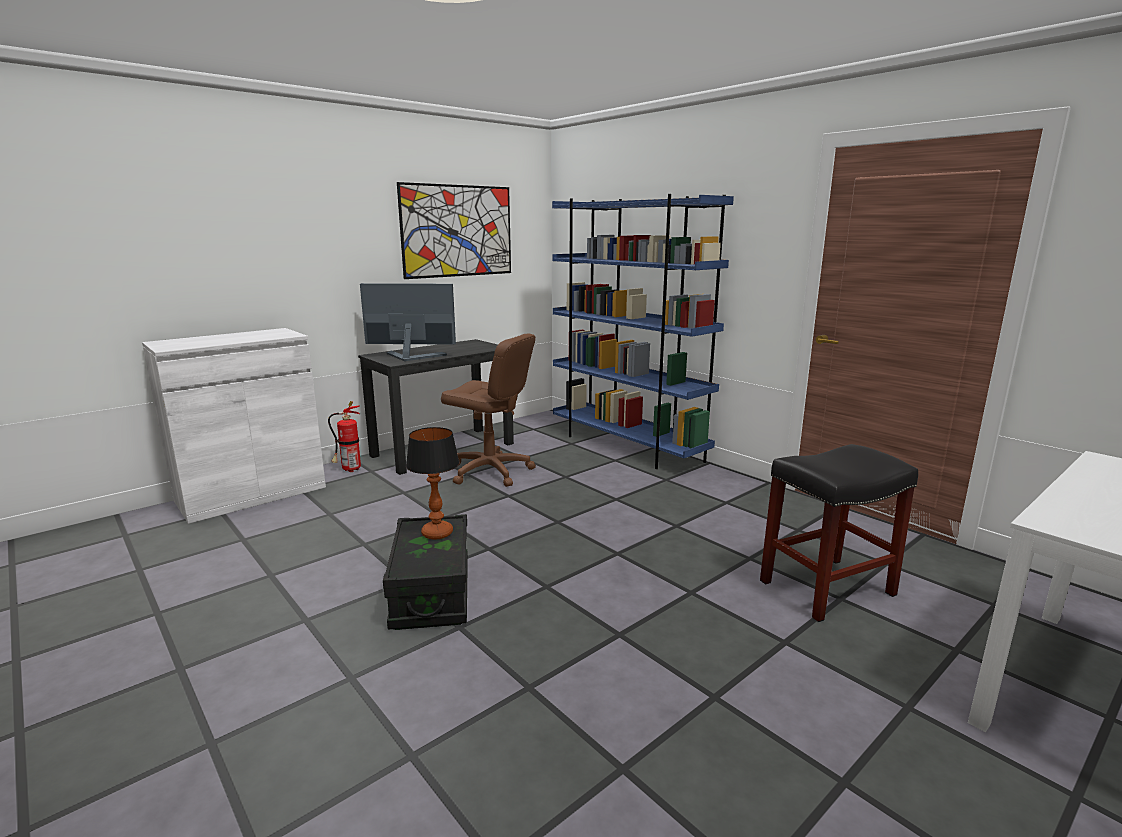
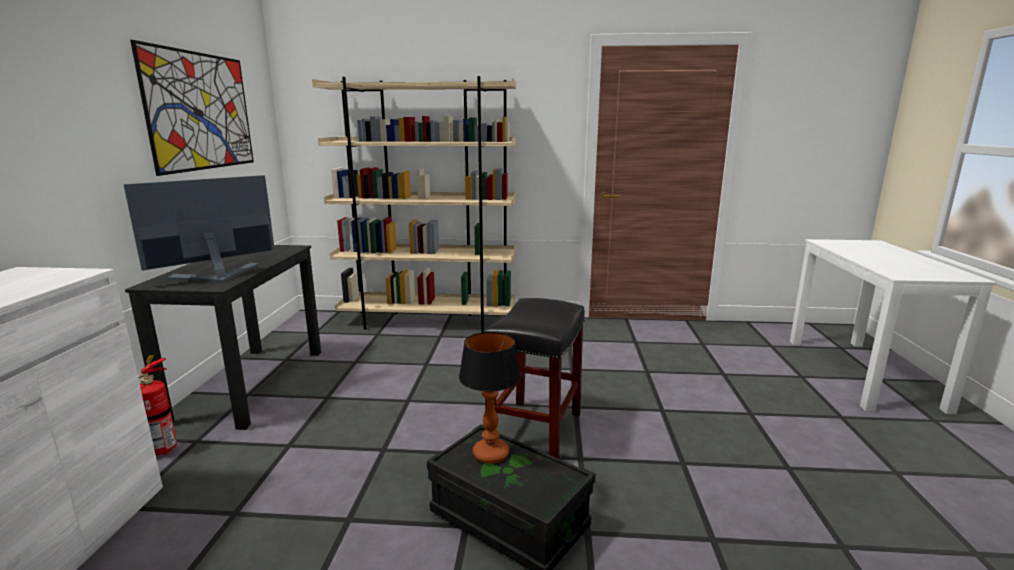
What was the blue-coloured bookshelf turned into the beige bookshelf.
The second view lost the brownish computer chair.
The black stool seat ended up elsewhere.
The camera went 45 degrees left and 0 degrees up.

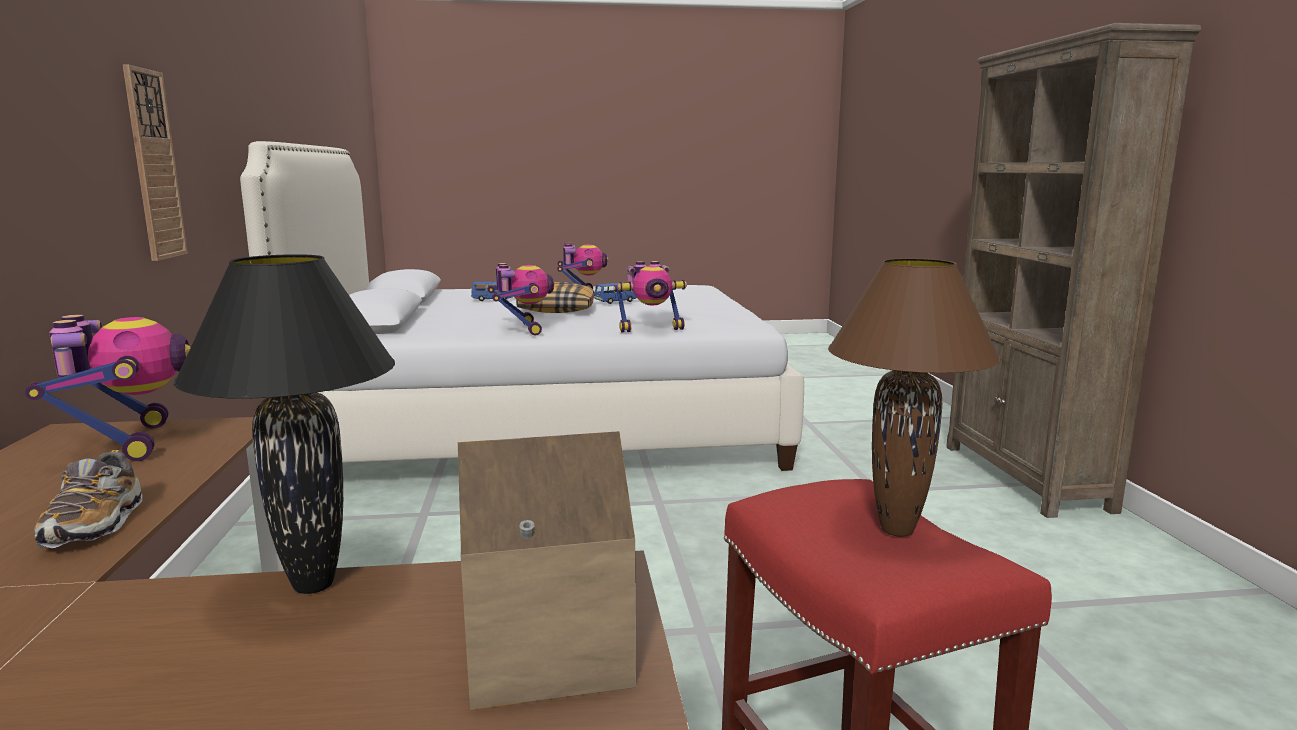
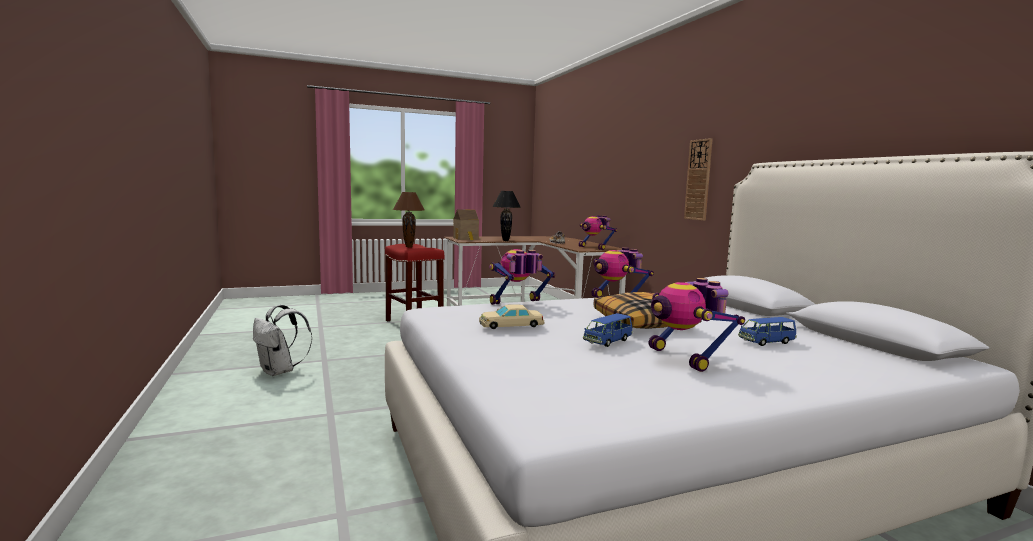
The second view lost the brownish bookshelf.
The second view gained the beige miniature car.
The second view gained the white knapsack.
The camera went 165 degrees right and 5 degrees down.

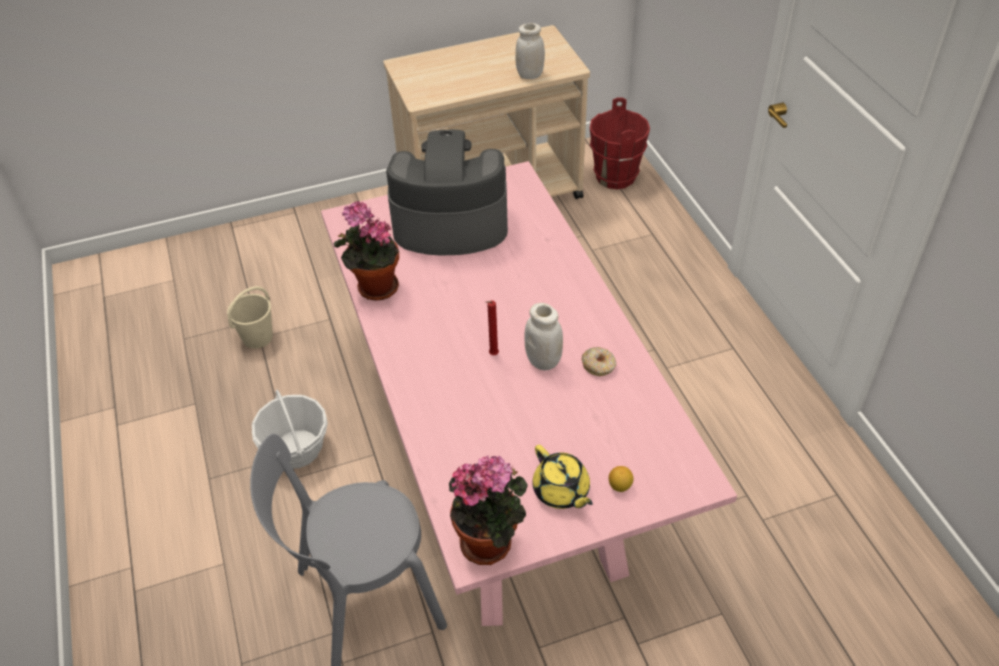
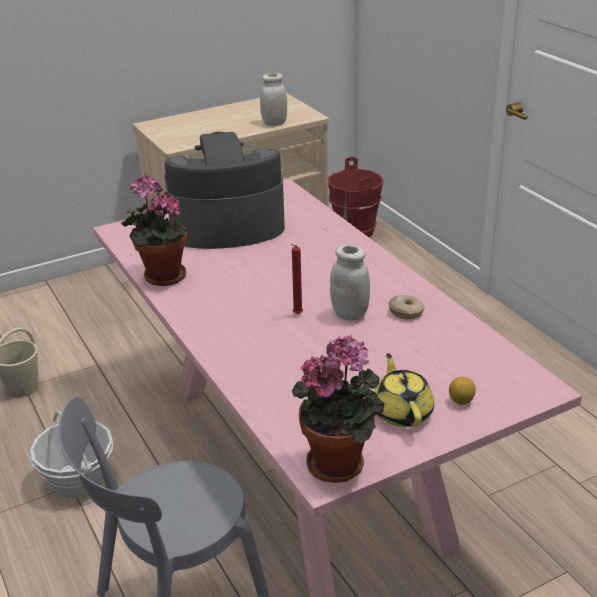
The yellowish pot for tea ended up facing another way, 150 degrees counterclockwise from before.
The camera went 10 degrees left and 15 degrees down.

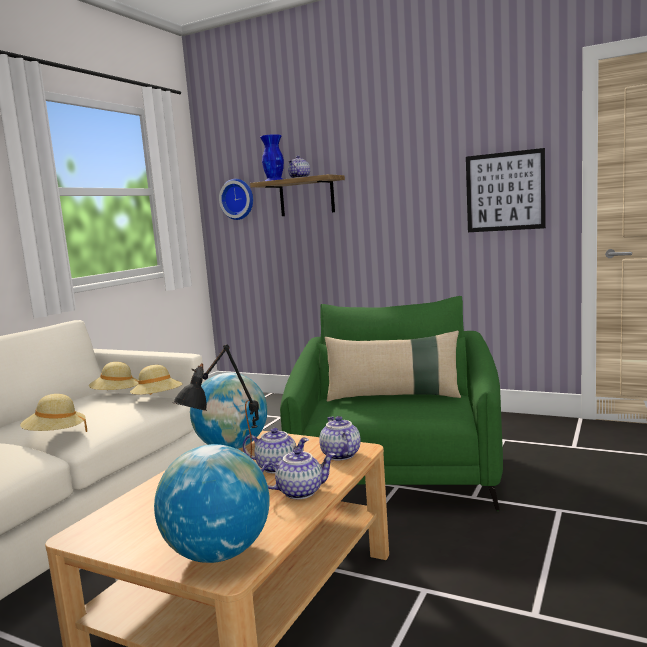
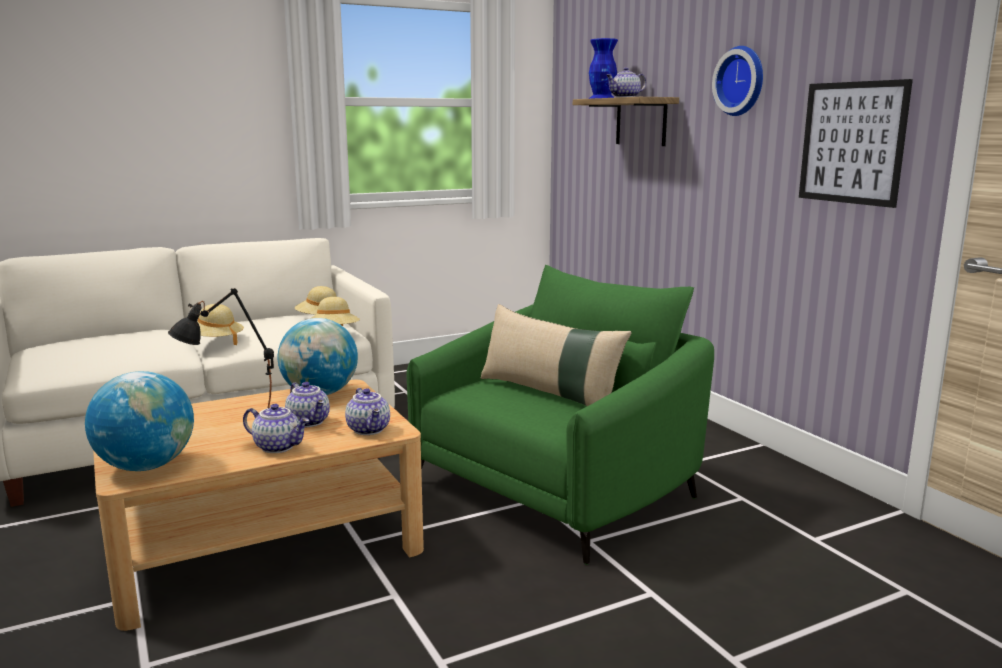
The hanging clock ended up elsewhere.
The pot for tea (4th from left in the first image) ended up facing another way, 135 degrees clockwise from before.
The camera went 35 degrees right and 5 degrees up.

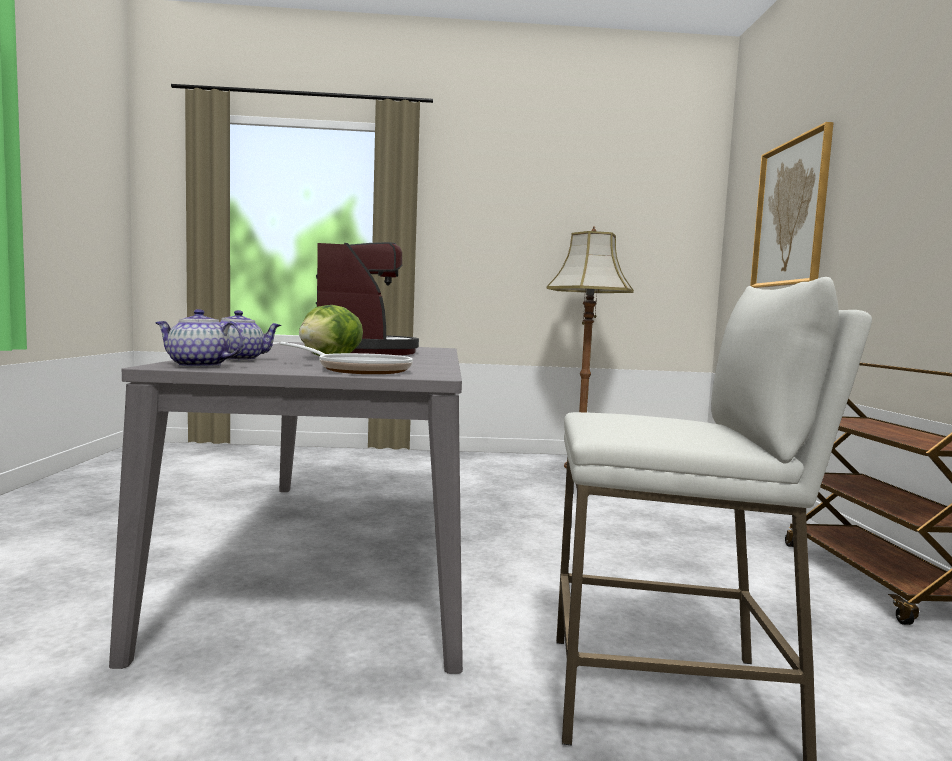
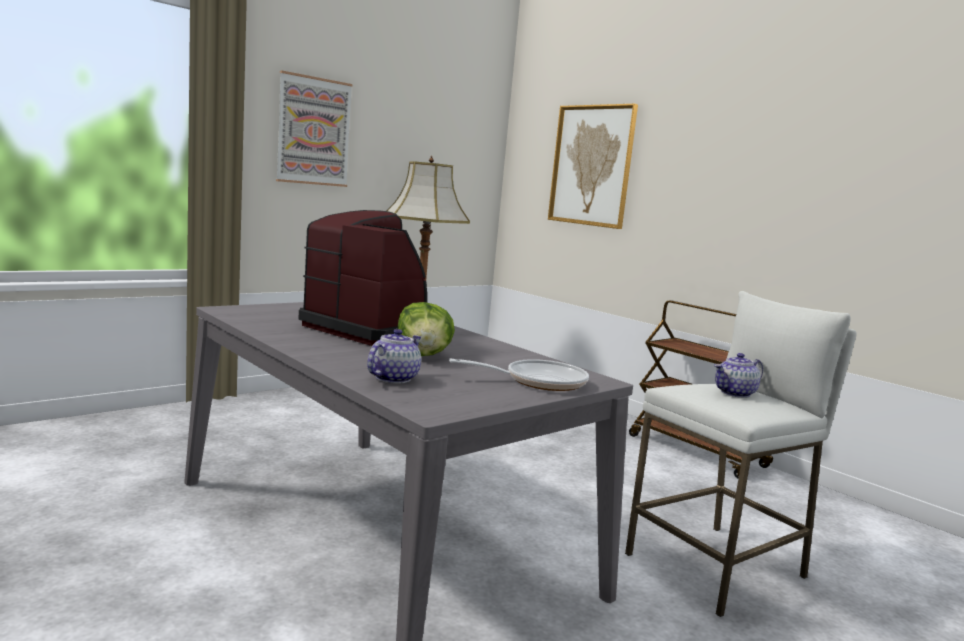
The pot for tea (1st from left in the first image) ended up elsewhere.
The second view gained the wall art (1st from left).
The camera went 40 degrees left and 5 degrees up.

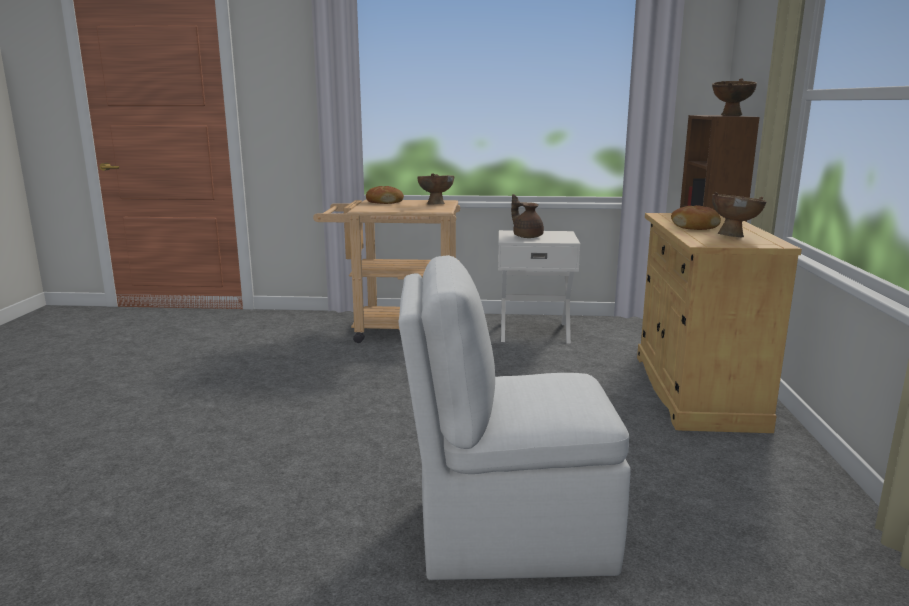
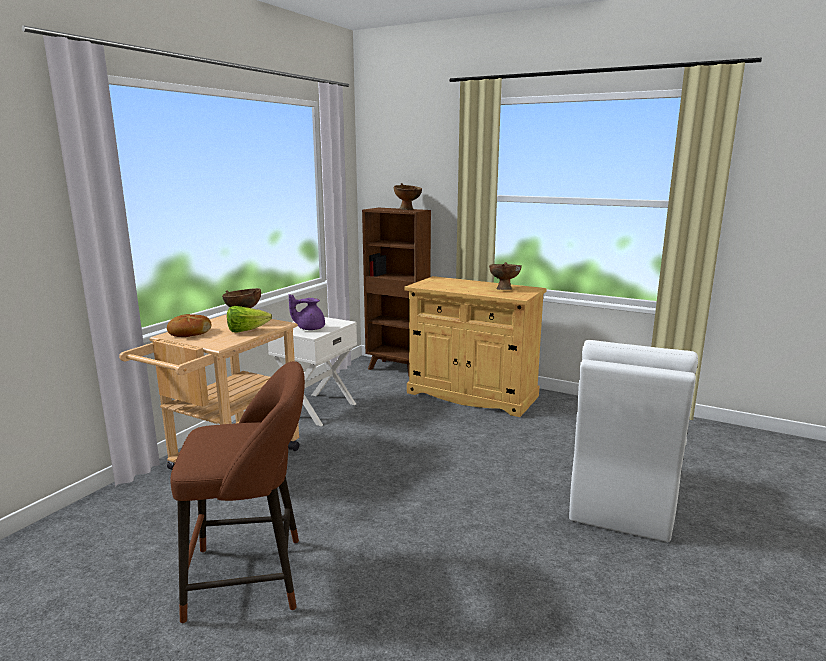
What was the brownish pot for tea turned into the purple-coloured pot for tea.
The second view lost the bread (2nd from left).
The second view gained the head of lettuce.
The second view gained the brownish stool seat.
The camera went 65 degrees left and 0 degrees up.

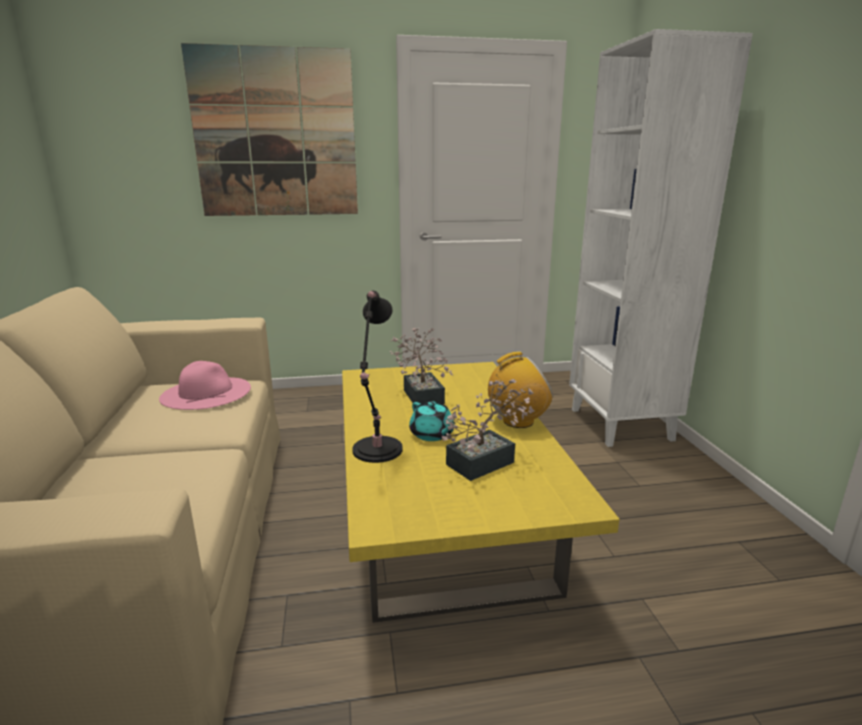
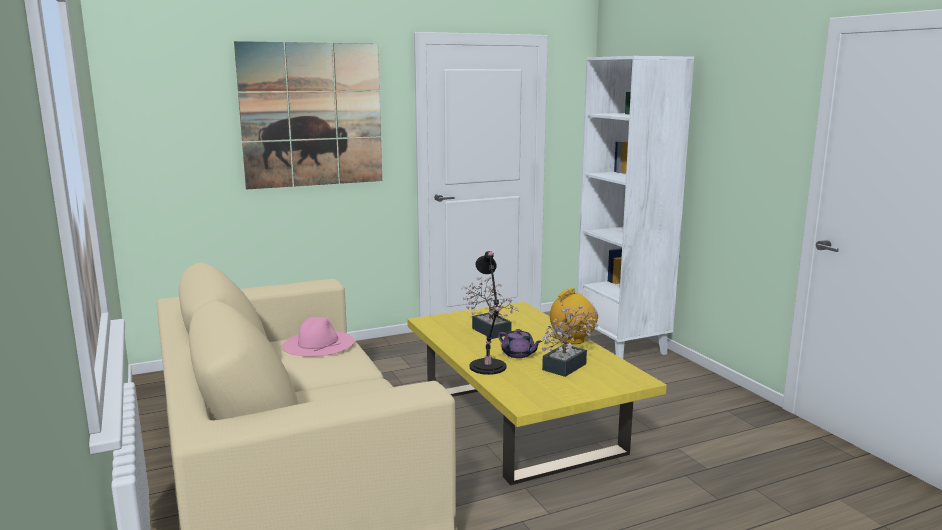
What was the turquoise-coloured pot for tea turned into the purple-coloured pot for tea.
The camera went 15 degrees left and 5 degrees down.

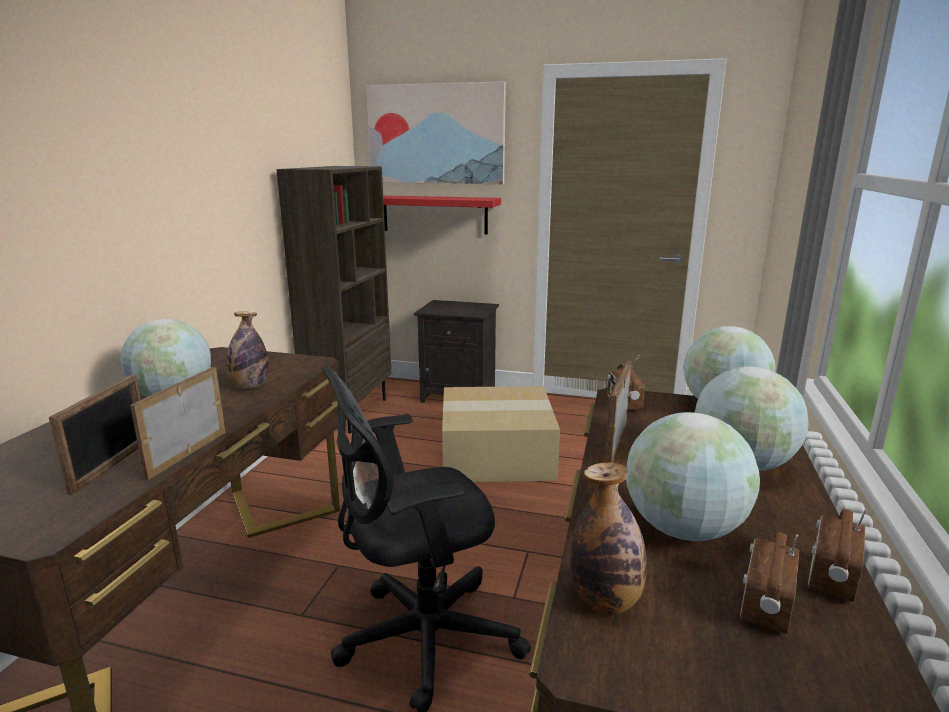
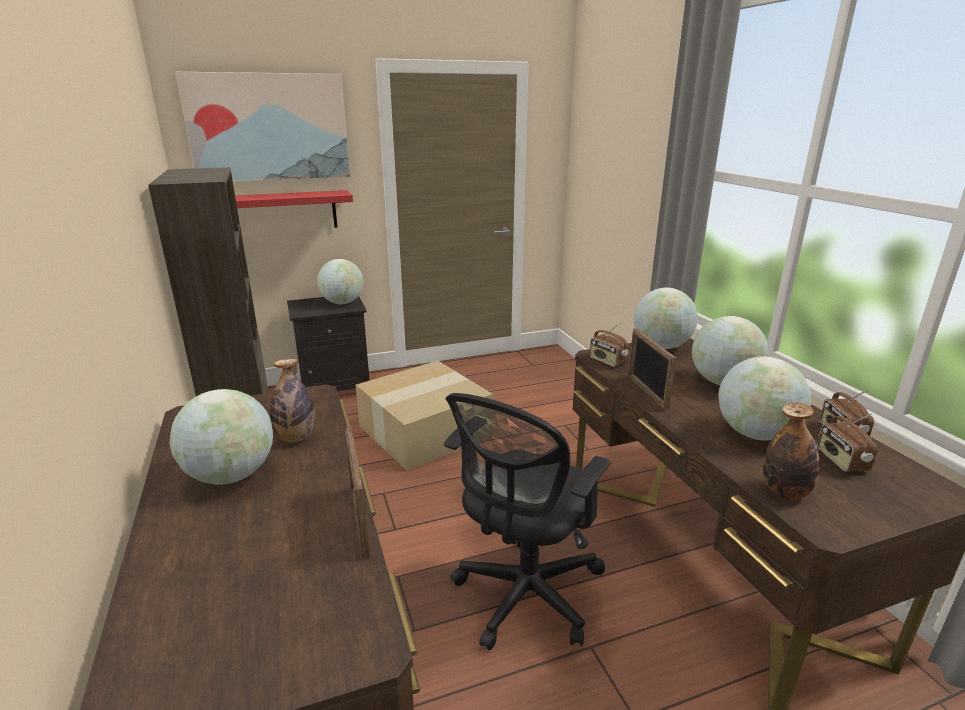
The second view lost the standing frame (1st from left).
The second view gained the desk globe (2nd from left).
The camera went 35 degrees left and 5 degrees up.

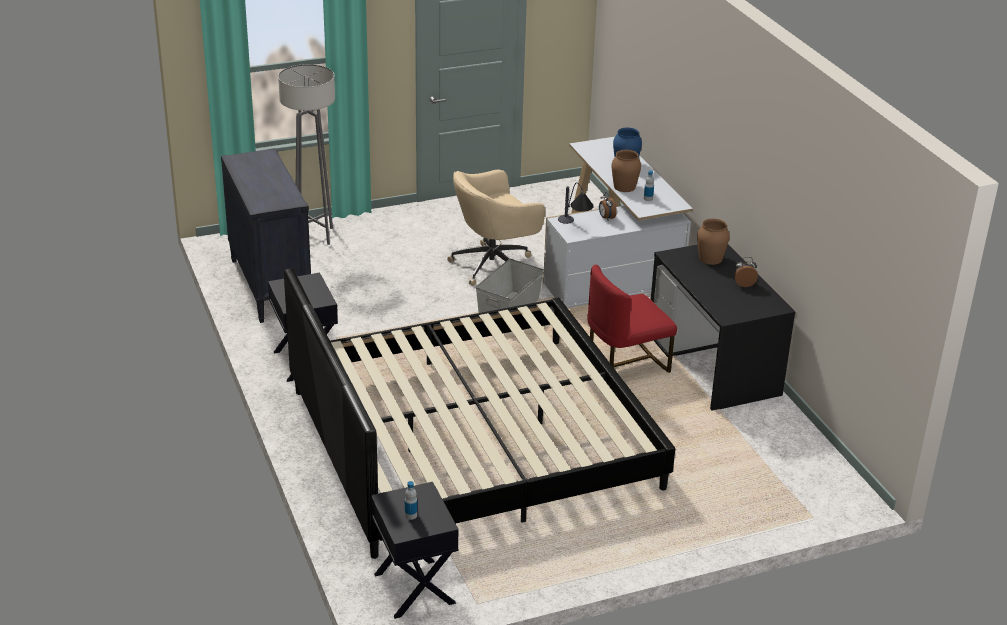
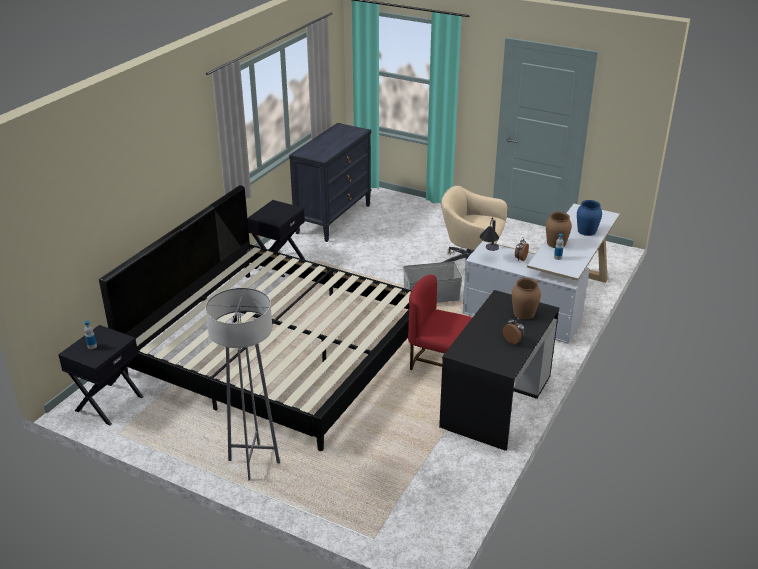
The greyish floor lamp ended up elsewhere.
The camera went 50 degrees right and 0 degrees up.

